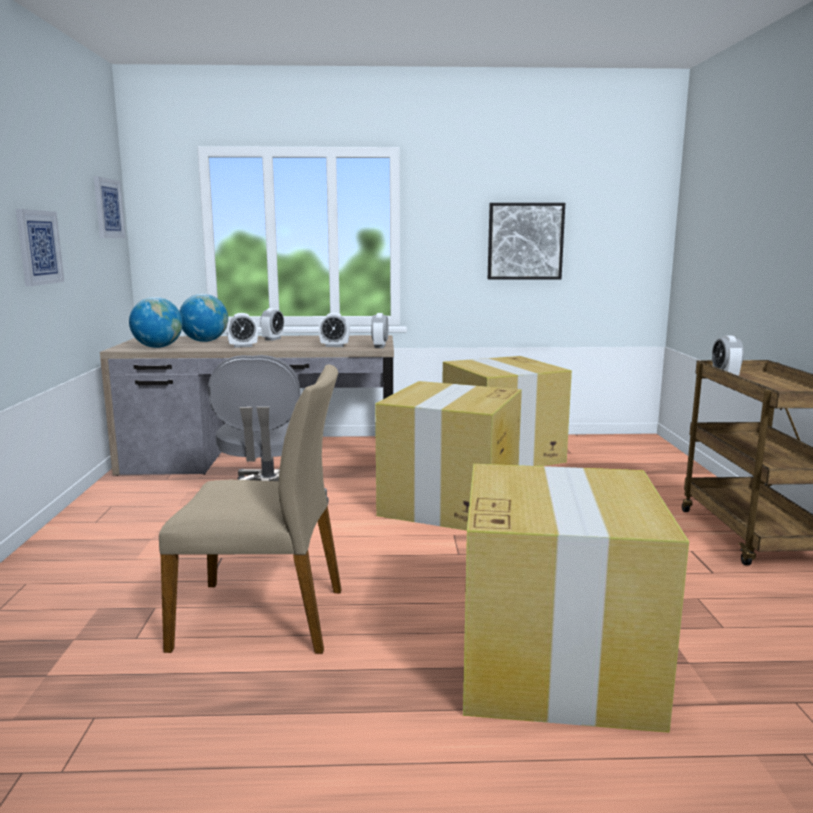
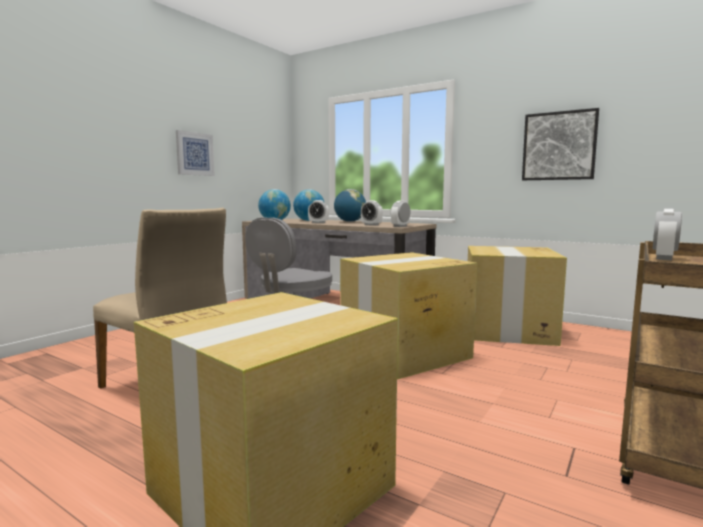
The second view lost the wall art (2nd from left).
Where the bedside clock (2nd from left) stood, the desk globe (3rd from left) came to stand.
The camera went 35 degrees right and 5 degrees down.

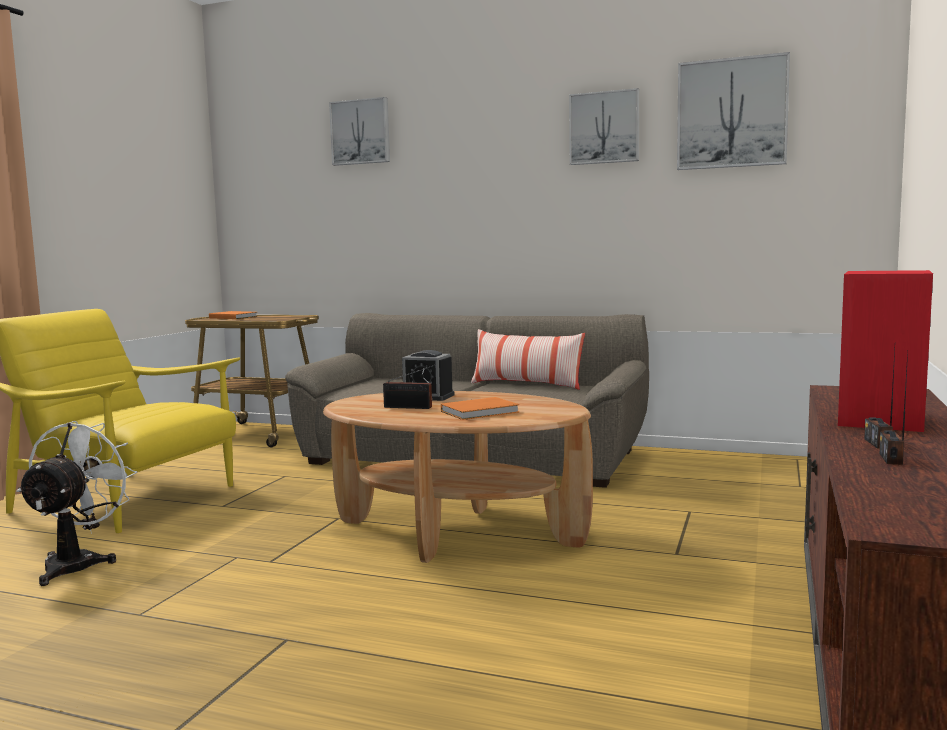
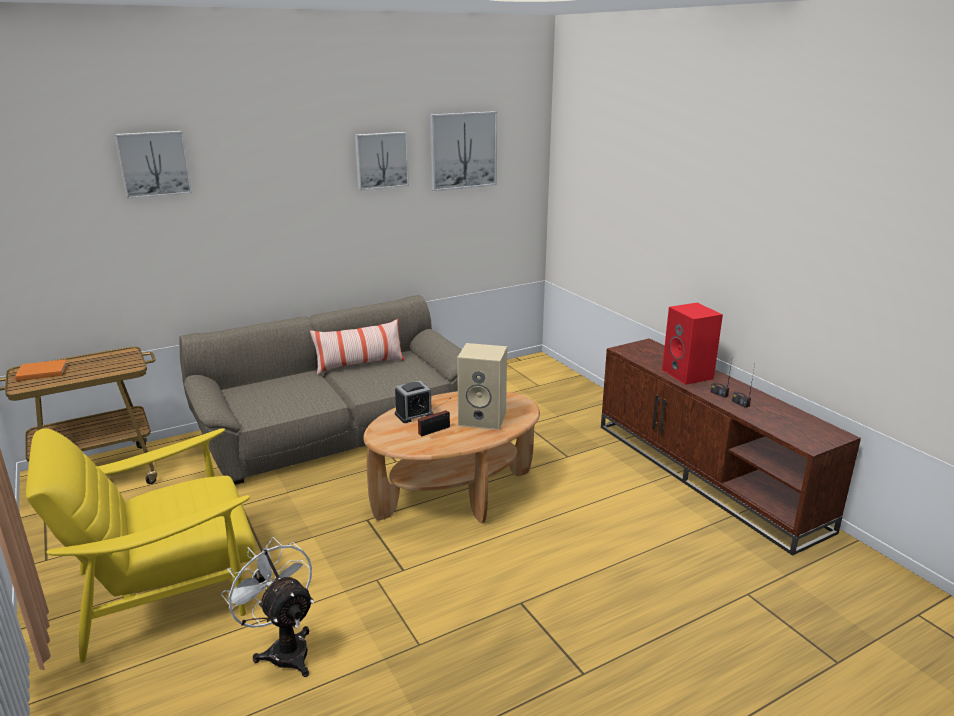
Where the orangey book (2nd from left) stood, the beige loudspeaker came to stand.
The camera went 50 degrees left and 15 degrees up.

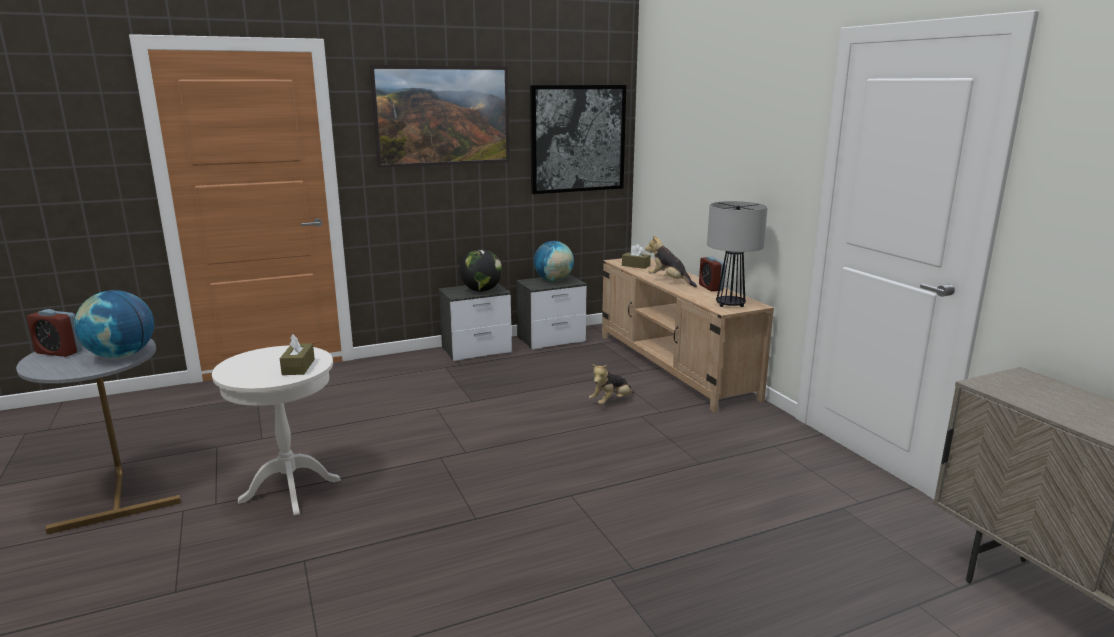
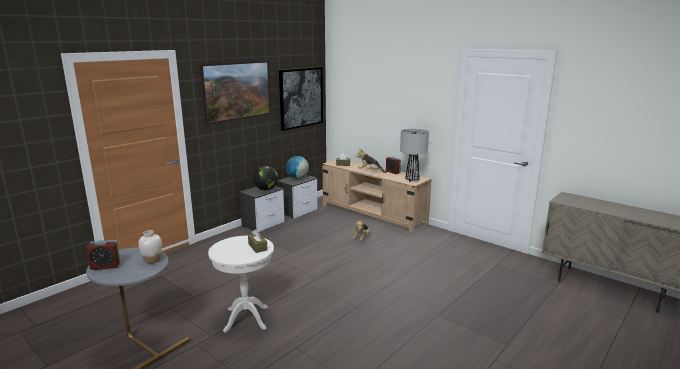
Where the desk globe (1st from left) stood, the white flower vase came to stand.
The camera went 25 degrees left and 0 degrees up.

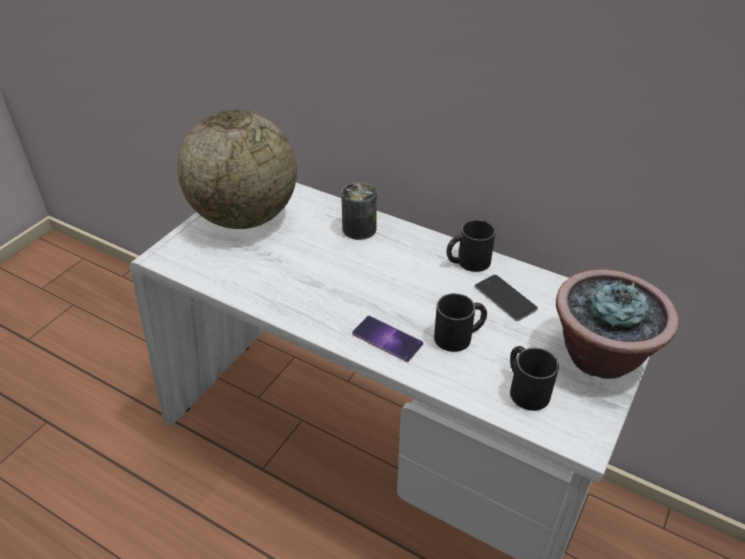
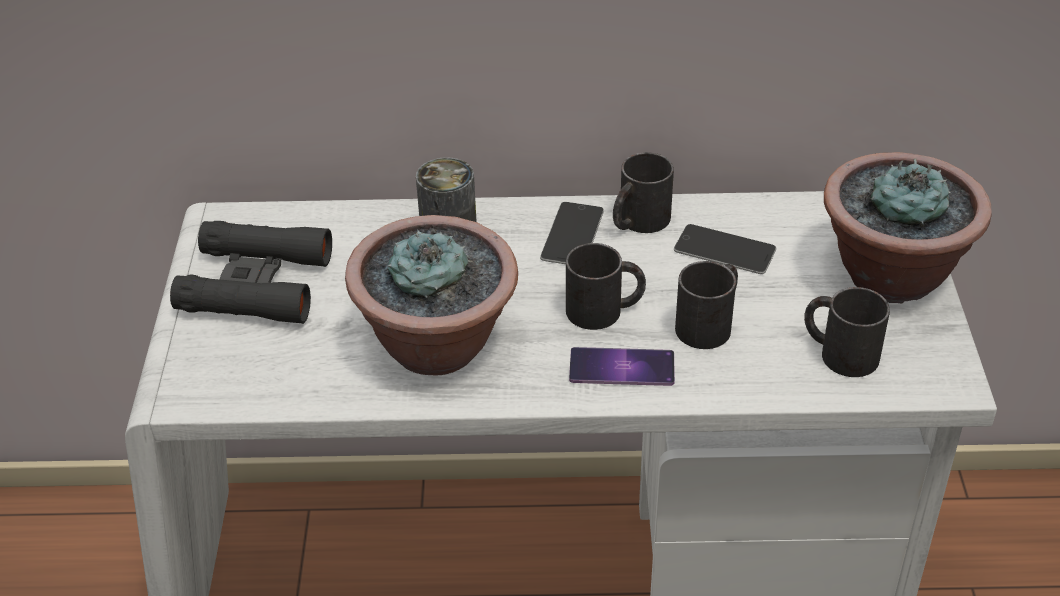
Where the desk globe stood, the black pair of binoculars came to stand.
The second view gained the phone (1st from left).
The second view gained the houseplant (1st from left).
The second view gained the black tea mug (1st from left).
The camera went 30 degrees left and 0 degrees up.

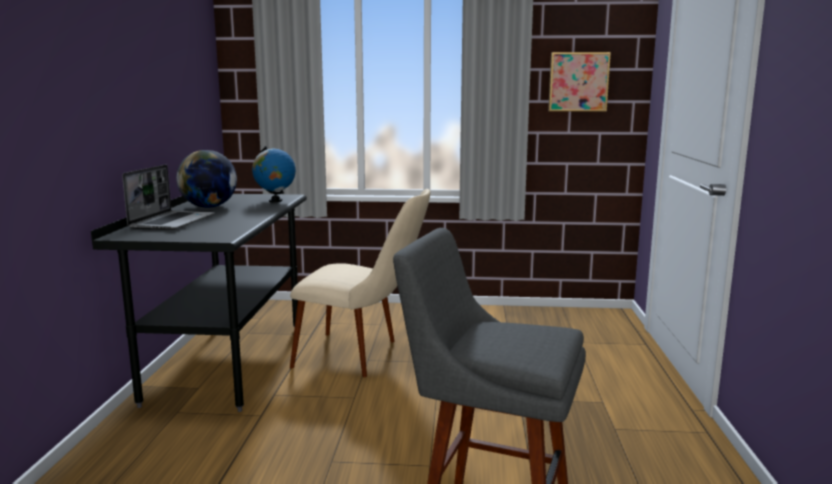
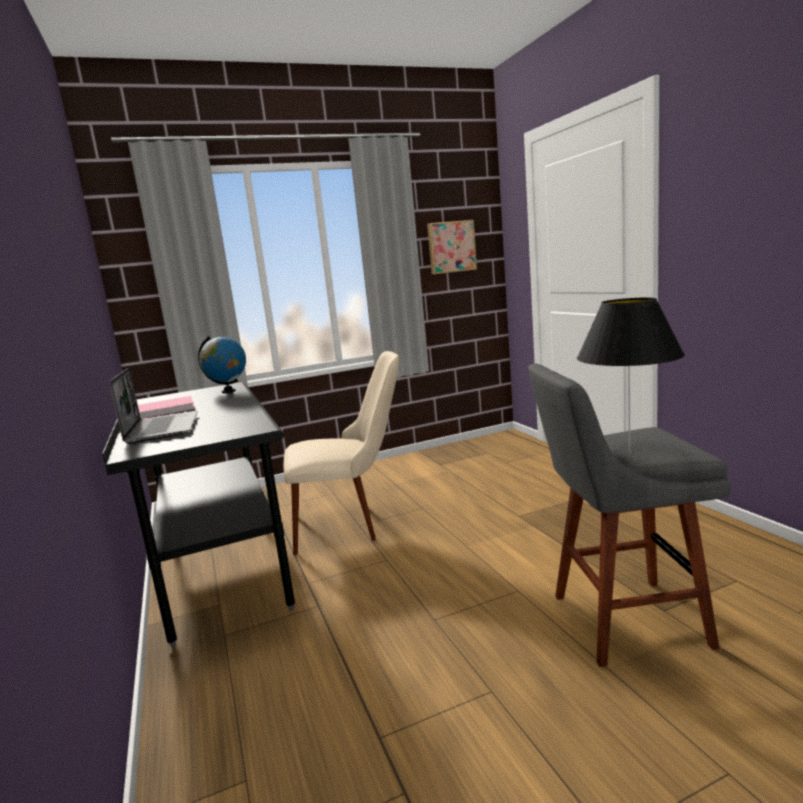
Where the desk globe (1st from left) stood, the pink-coloured book came to stand.
The second view gained the black table lamp.
The camera went 25 degrees left and 0 degrees up.

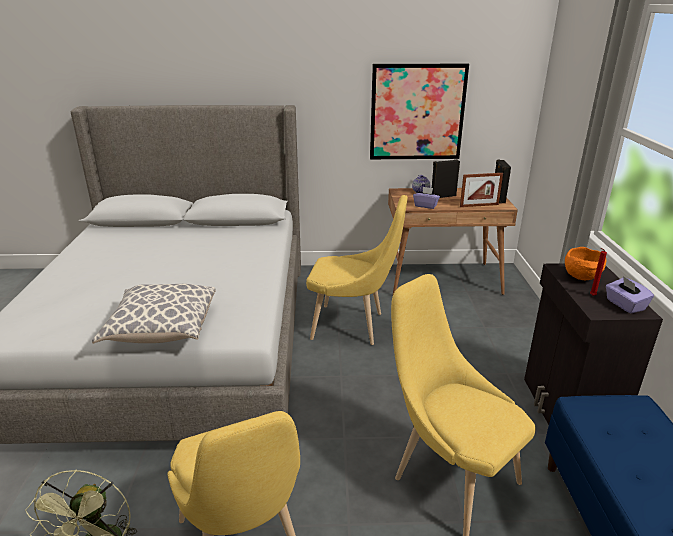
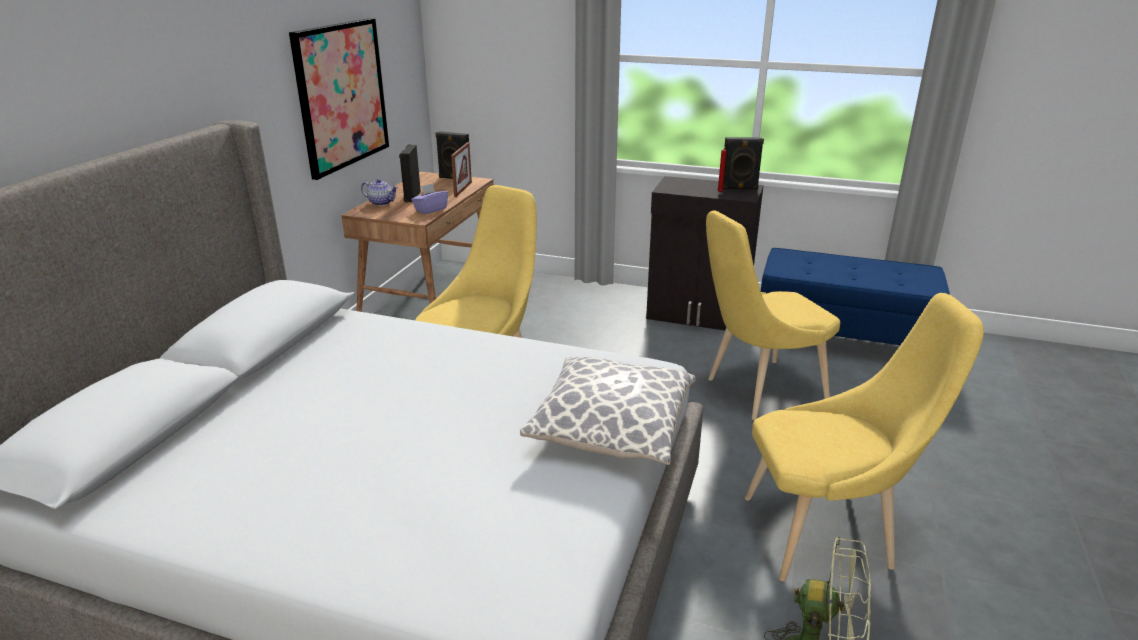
The second view lost the orangey bowl.
Where the purple-coloured tissue box (2nd from left) stood, the black loudspeaker (3rd from left) came to stand.
The camera went 70 degrees left and 0 degrees up.

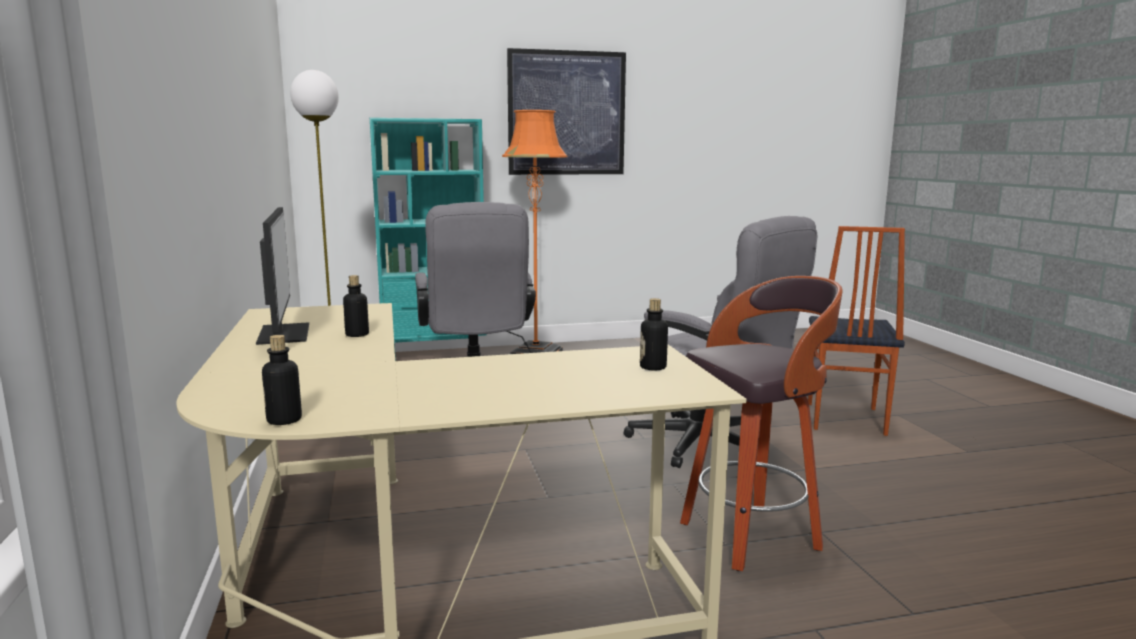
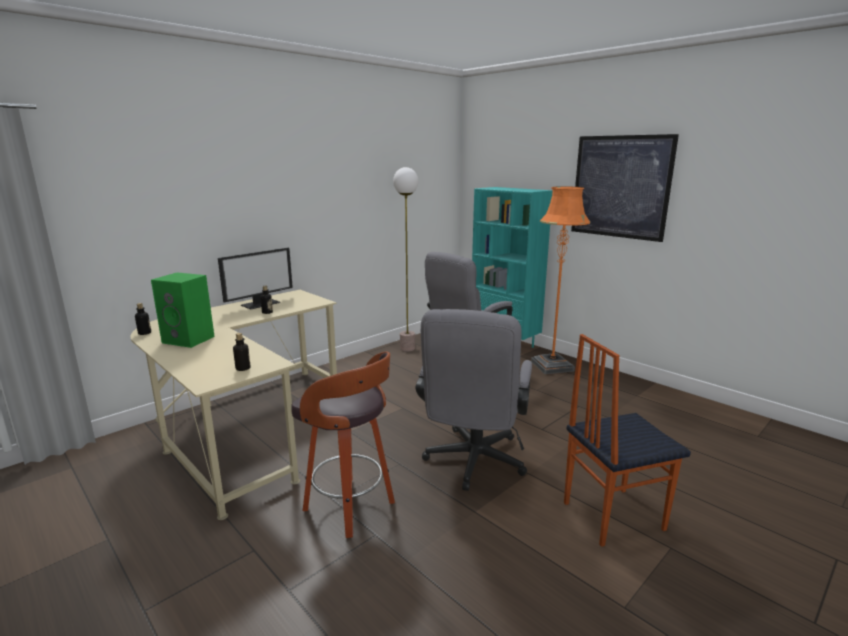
The second view gained the green-coloured loudspeaker.
The camera went 60 degrees right and 5 degrees up.

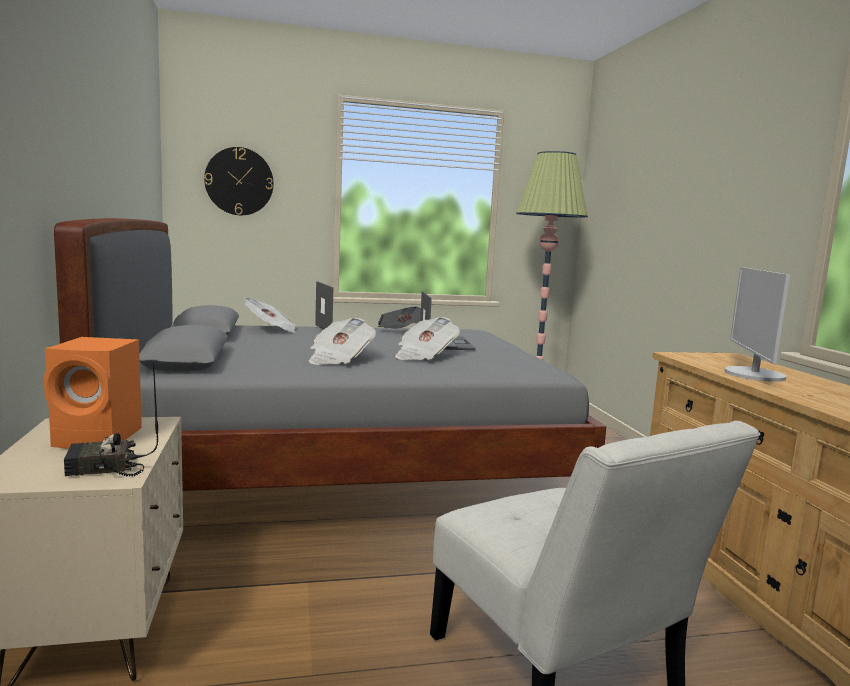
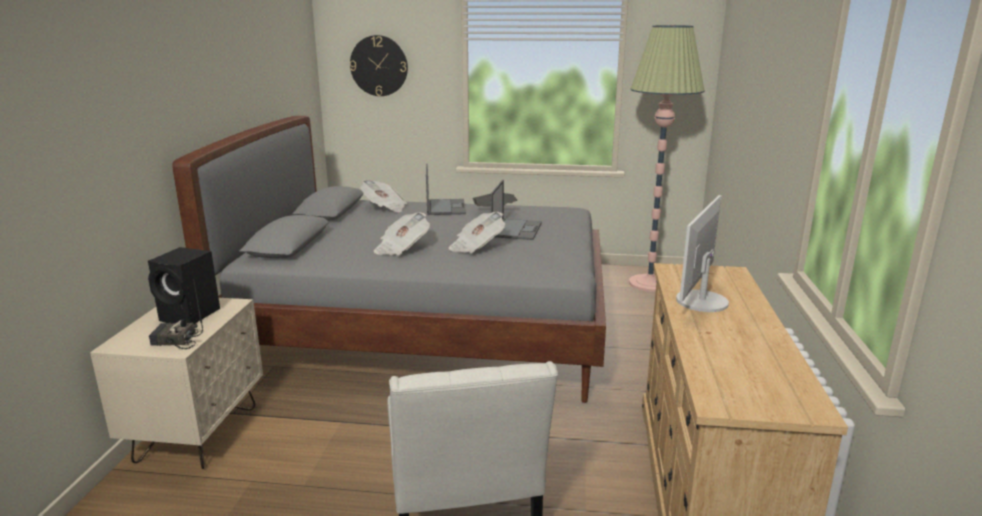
What was the orangey loudspeaker turned into the black loudspeaker.
The camera went 20 degrees right and 10 degrees up.

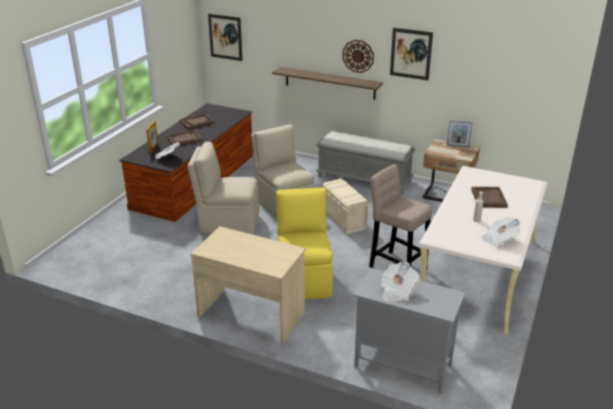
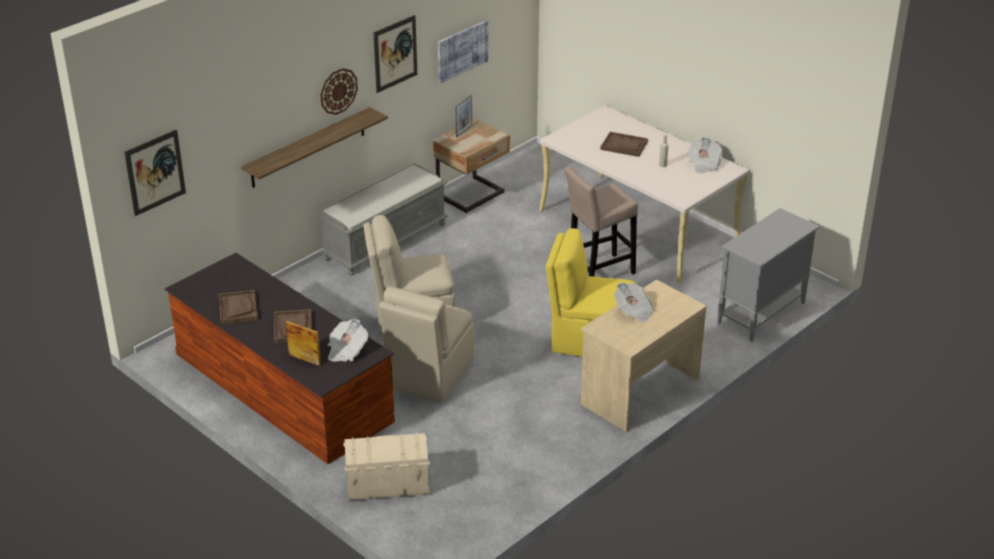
The beige storage box ended up elsewhere.
The printed paper (2nd from left) ended up elsewhere.
The second view gained the wall art (3rd from left).
The camera went 70 degrees left and 5 degrees up.

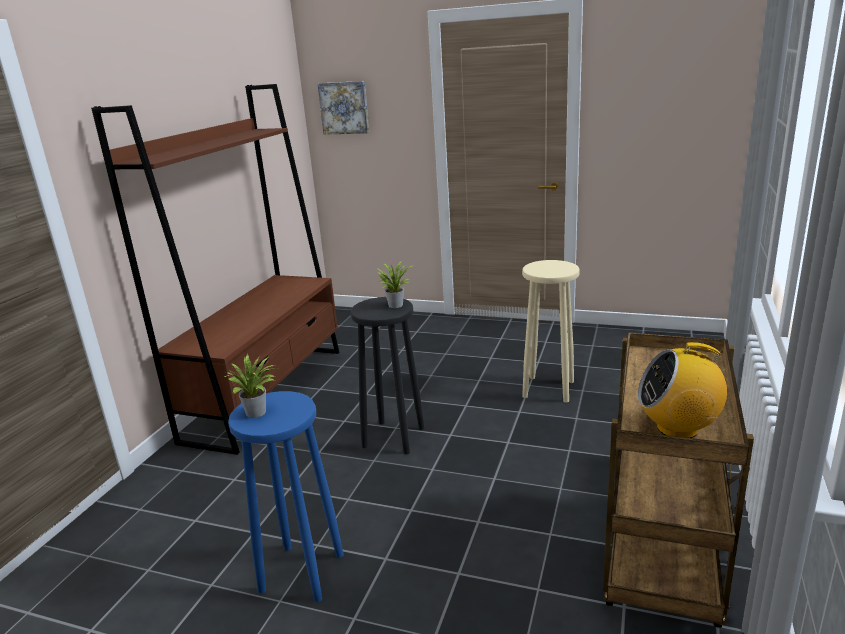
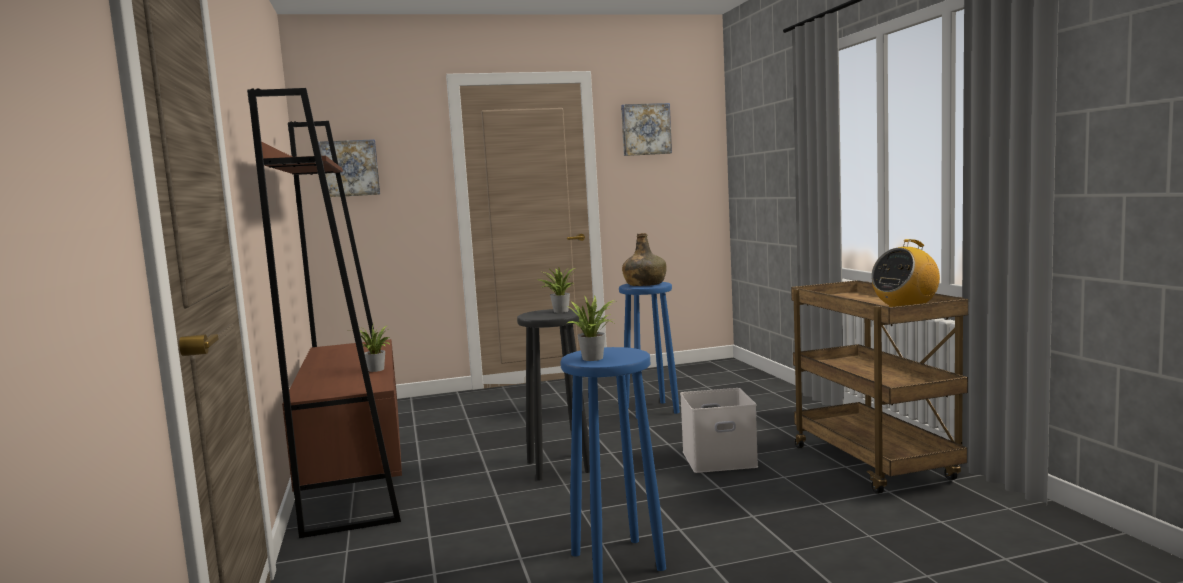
What was the beige stool seat turned into the blue-coloured stool seat (2nd from left).
The second view gained the wall art (2nd from left).
The second view gained the green-coloured drink bottle.
The second view gained the houseplant (1st from left).
The second view gained the white storage box.
The camera went 35 degrees left and 15 degrees down.

